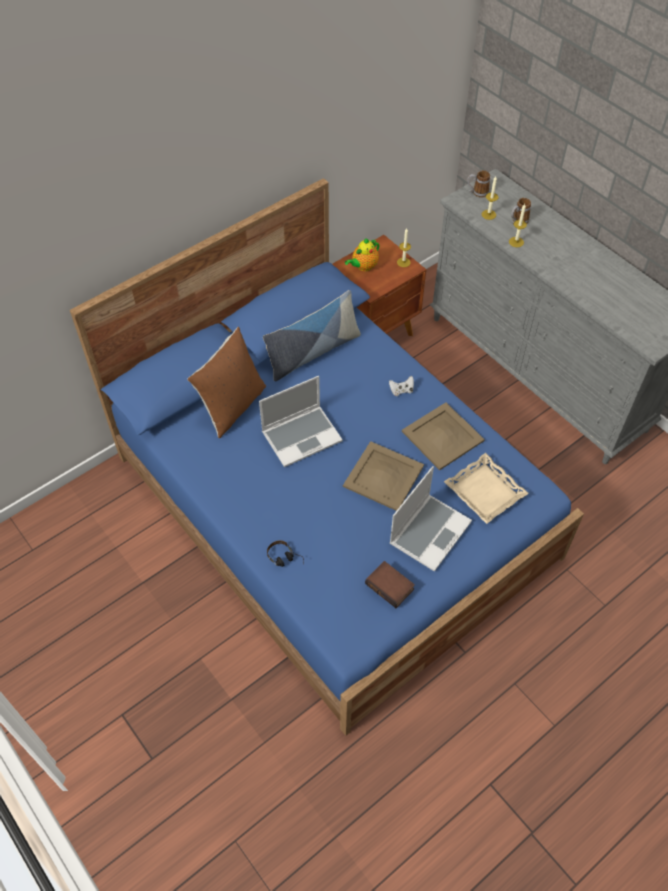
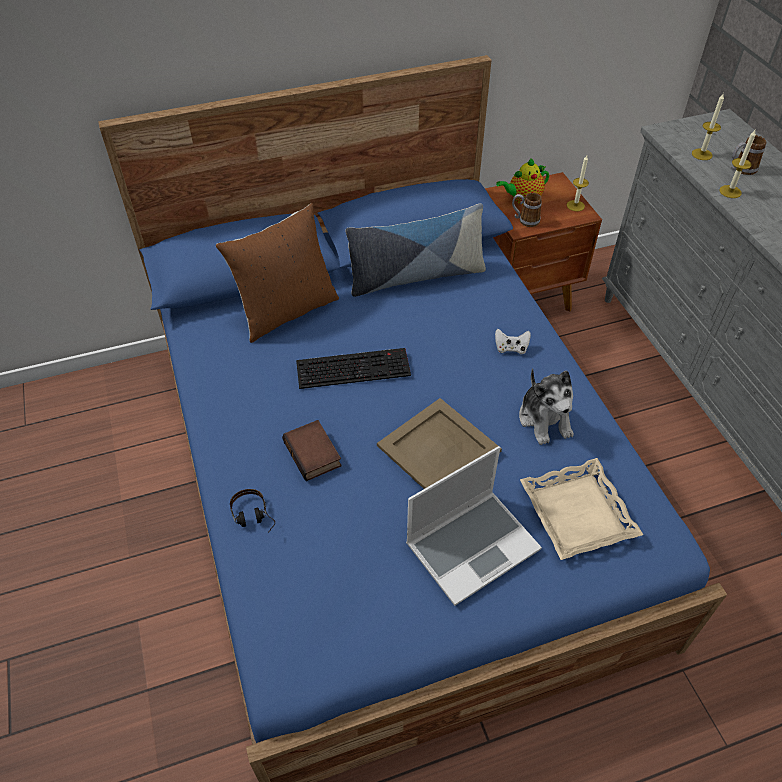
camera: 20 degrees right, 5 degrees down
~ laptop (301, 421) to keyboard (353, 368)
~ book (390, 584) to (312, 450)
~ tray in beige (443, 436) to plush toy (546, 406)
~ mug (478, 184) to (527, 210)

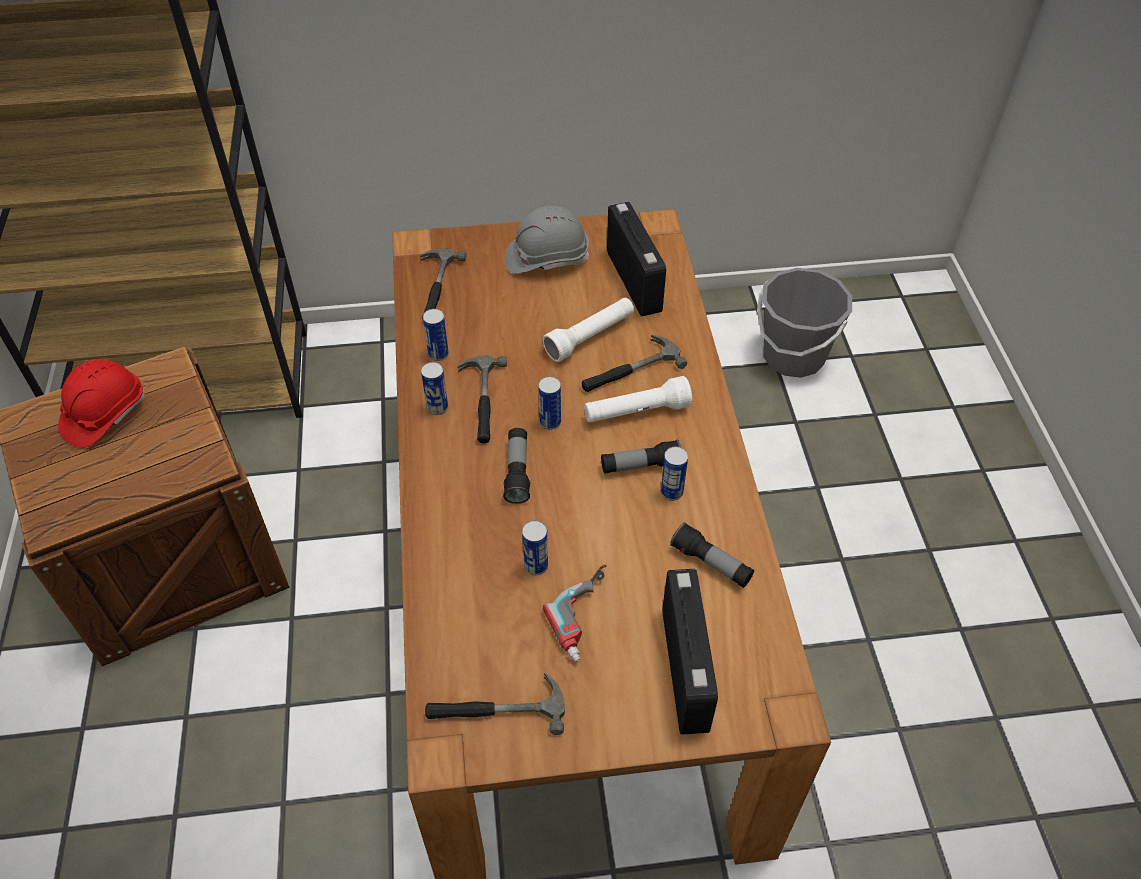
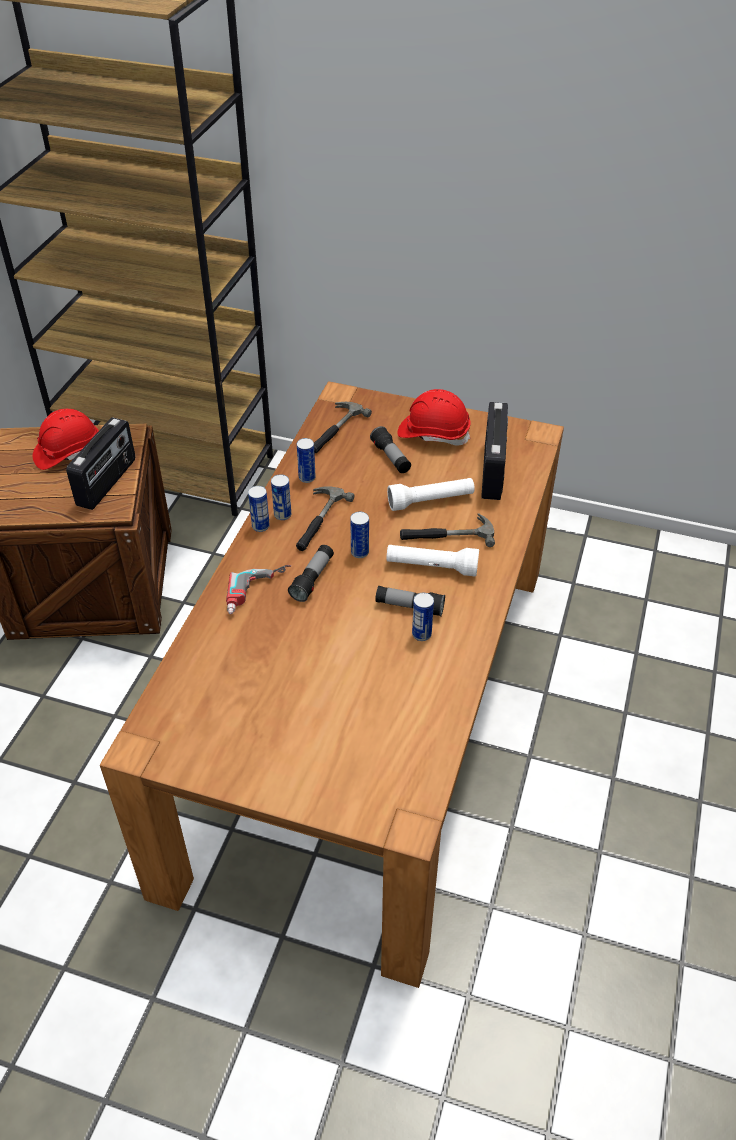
camera: 25 degrees right, 5 degrees down
- hammer (495, 704)
~ hard hat in grey (547, 240) to hard hat in red (434, 417)
~ can (535, 548) to (259, 509)
~ power drill (575, 613) to (258, 589)
~ radio (690, 652) to (100, 463)
~ flashlight (712, 555) to (390, 449)
- bucket in grey (804, 323)

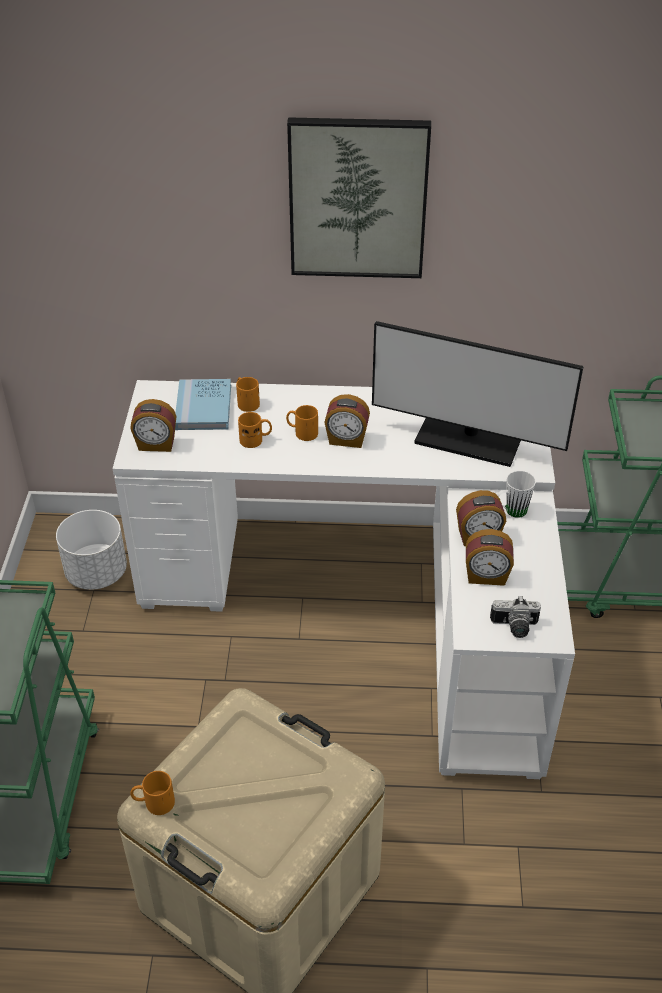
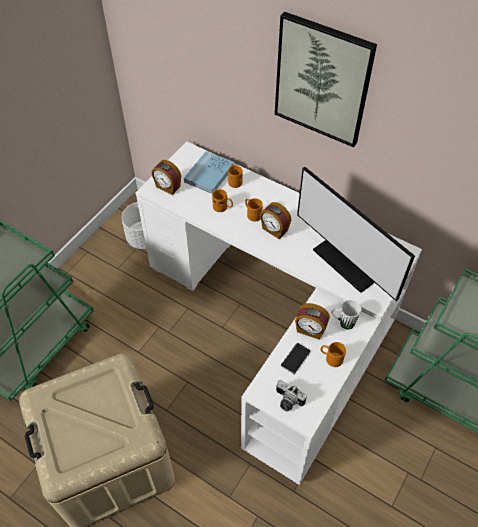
camera: 30 degrees right, 10 degrees up
~ mug in orange (152, 793) to (333, 354)
~ alarm clock (490, 557) to phone (295, 358)

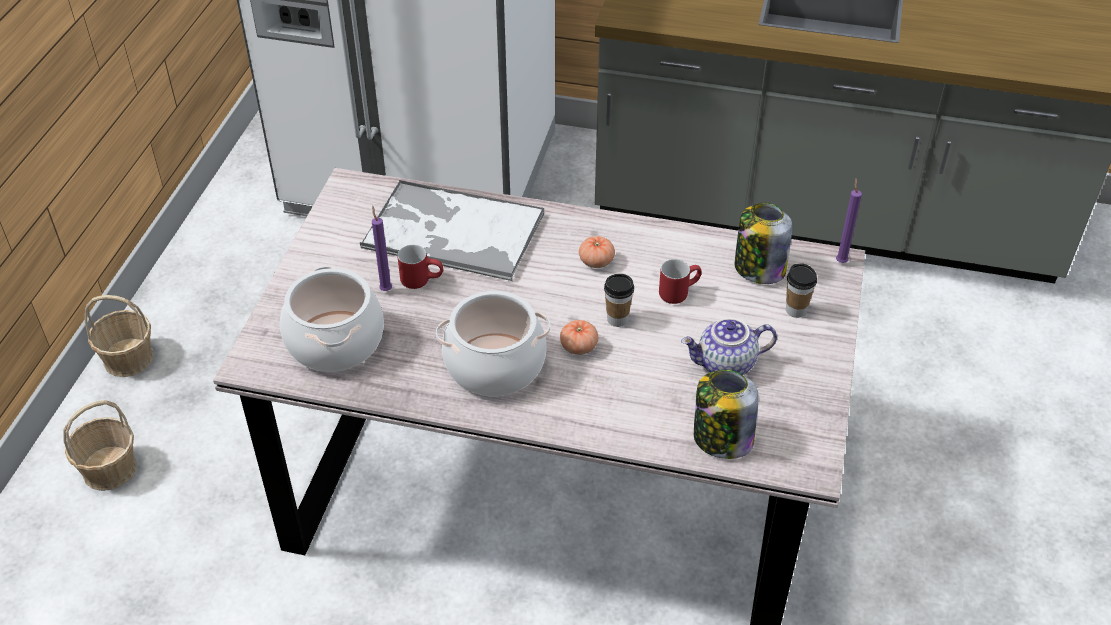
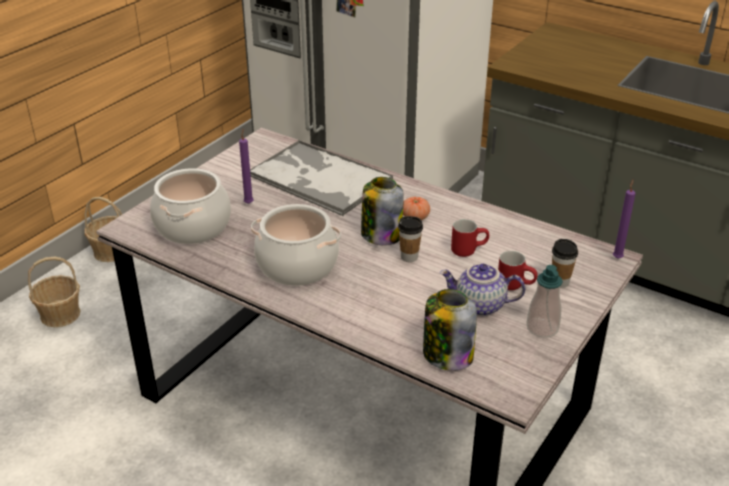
camera: 20 degrees right, 10 degrees down
~ mug in red (420, 267) to (518, 270)
- tomato (579, 337)
~ jar (763, 243) to (382, 211)
+ soap dispenser (544, 301)

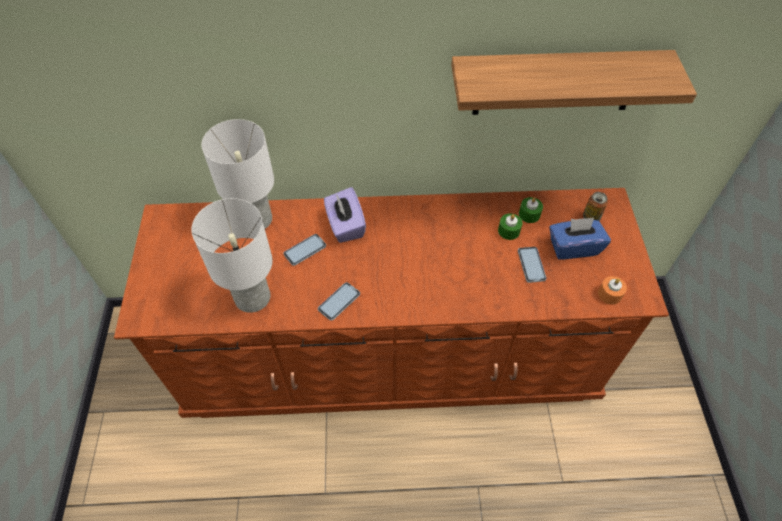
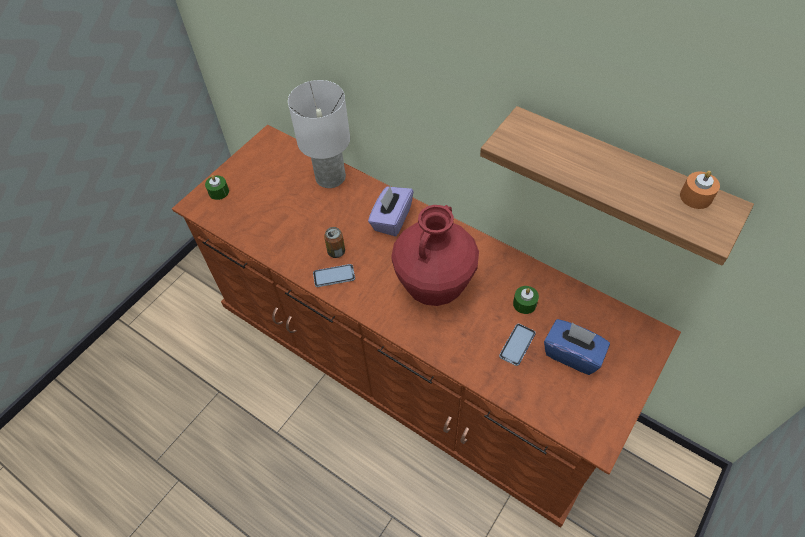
camera: 40 degrees right, 0 degrees up
- table lamp in white (232, 255)
- phone (304, 250)
~ candle in green (531, 210) to (217, 187)
~ can (595, 206) to (334, 242)
~ candle in orange (612, 290) to (700, 190)
+ vase in red (435, 255)

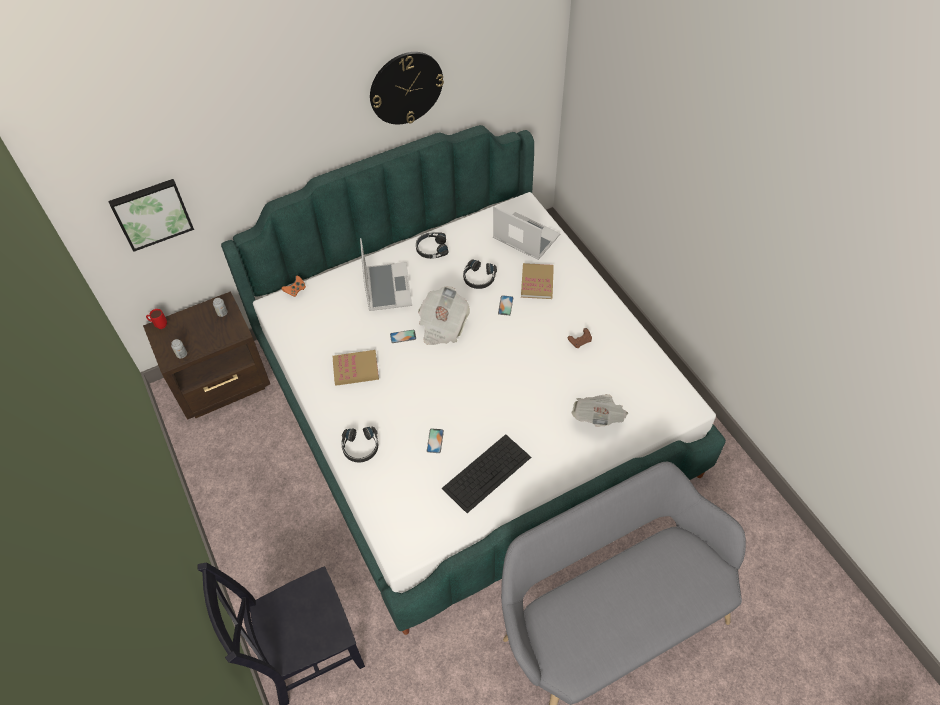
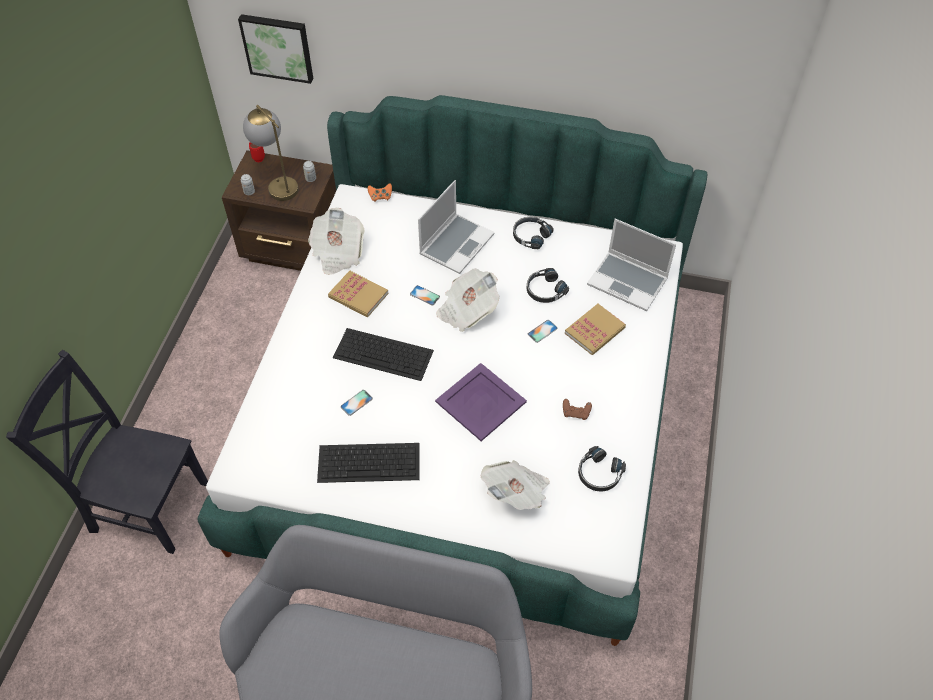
camera: 40 degrees right, 0 degrees up
~ headphones in black (360, 444) to (602, 469)
- wall clock (407, 88)
~ laptop (526, 233) = (631, 265) 135 degrees clockwise
+ table lamp (271, 153)
+ newspaper (336, 241)
+ keyboard (383, 354)
+ tray in purple (481, 402)

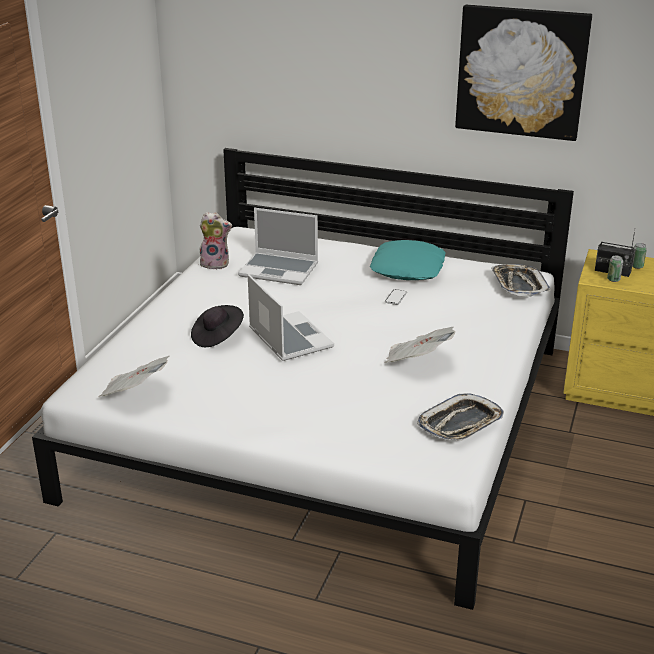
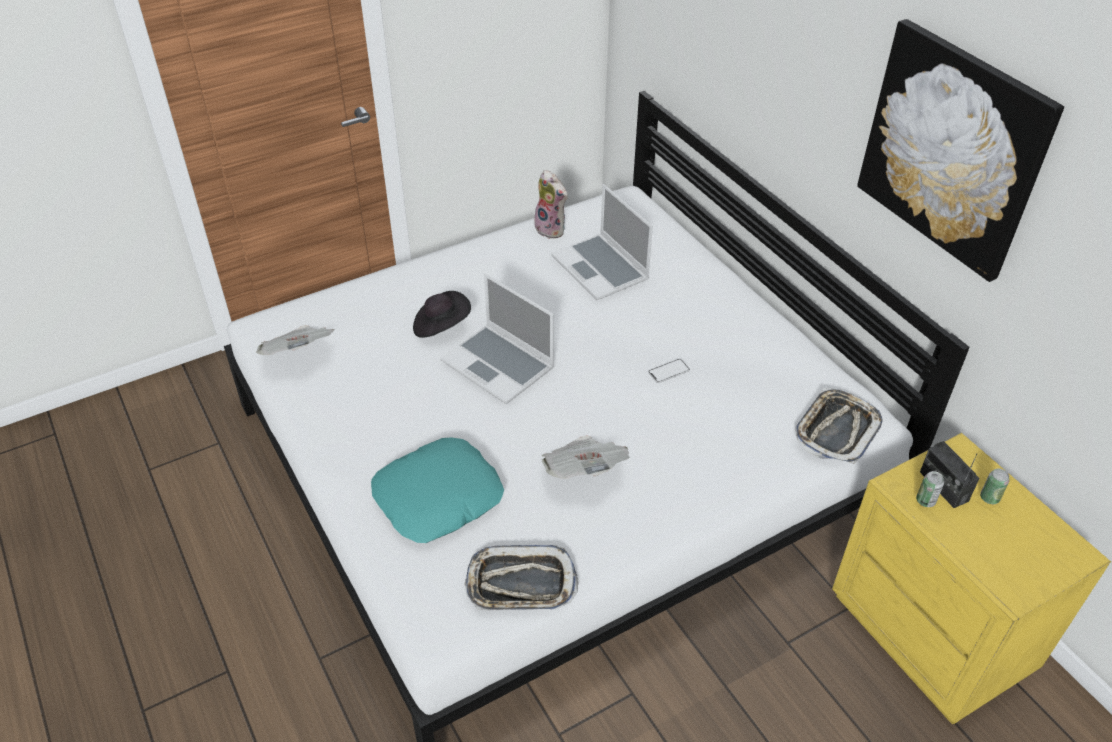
camera: 40 degrees right, 15 degrees up
~ laptop (291, 317) = (497, 338) 120 degrees clockwise
~ pillow in turquoise (408, 260) to (437, 490)

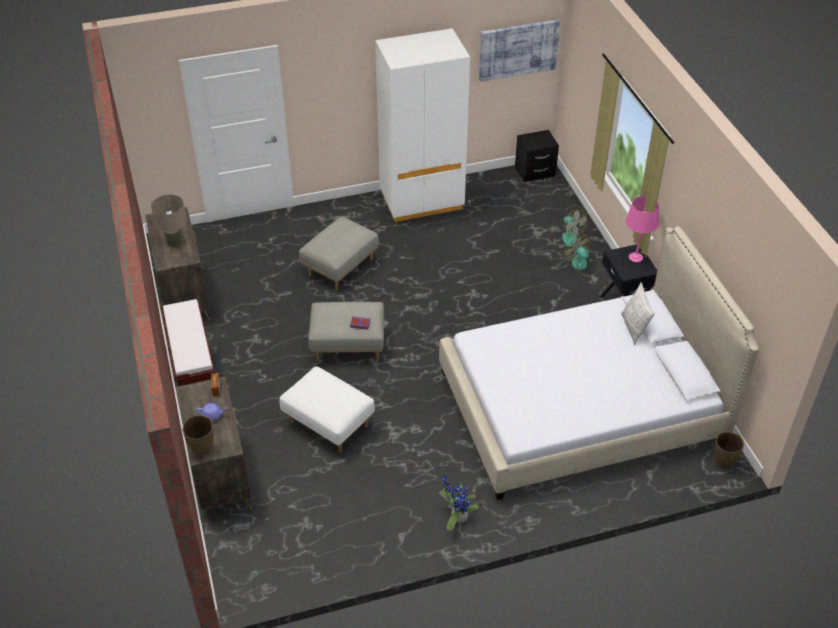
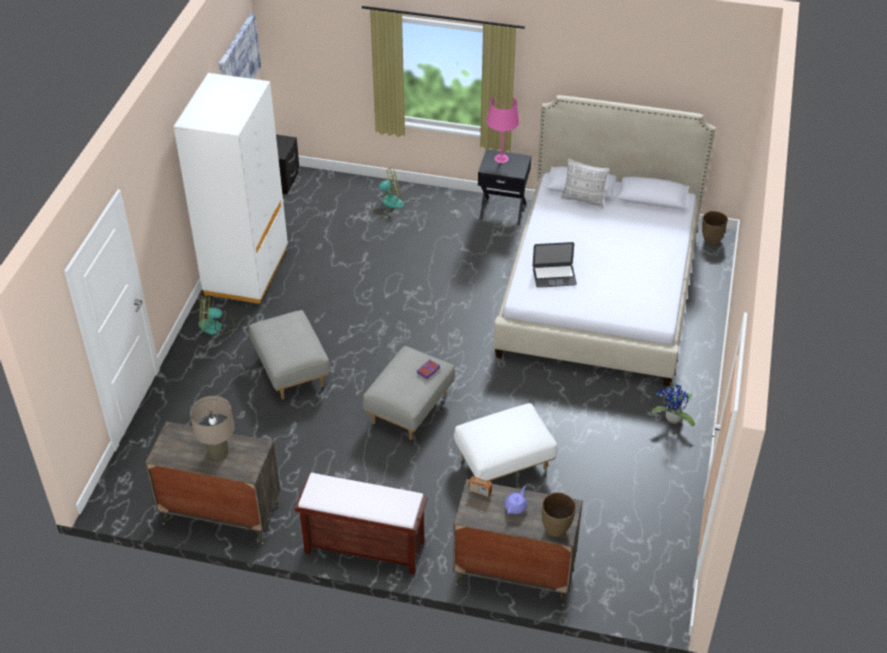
camera: 60 degrees left, 0 degrees up
~ fan (582, 255) to (216, 315)
+ laptop (555, 265)

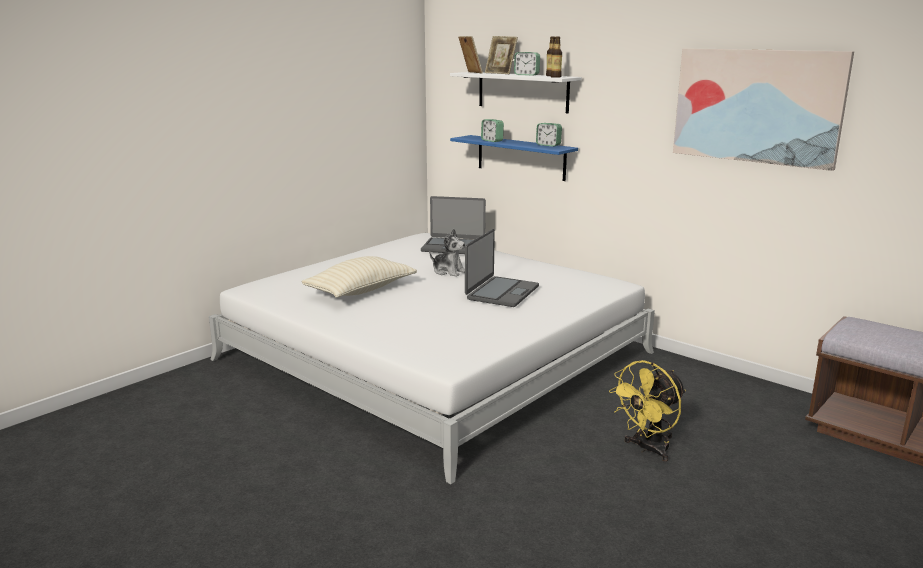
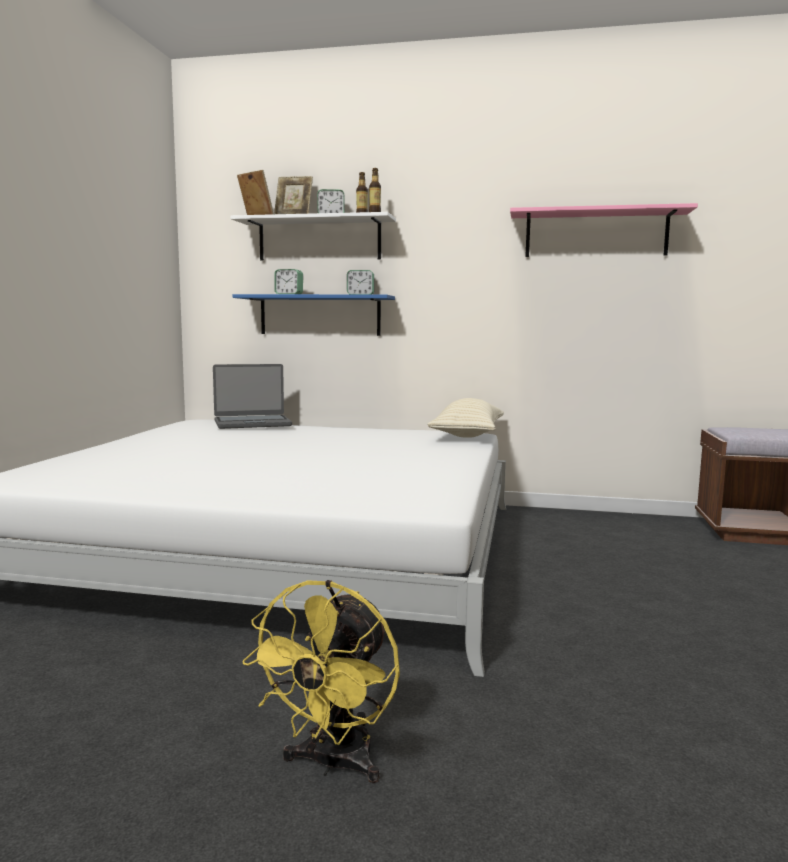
camera: 30 degrees left, 10 degrees down
~ pillow in beige (359, 277) to (465, 418)
- plush toy (447, 253)
- laptop (502, 268)
~ fan in yellow (647, 411) to (321, 682)
~ picture (763, 109) to shelf in pink (604, 230)

